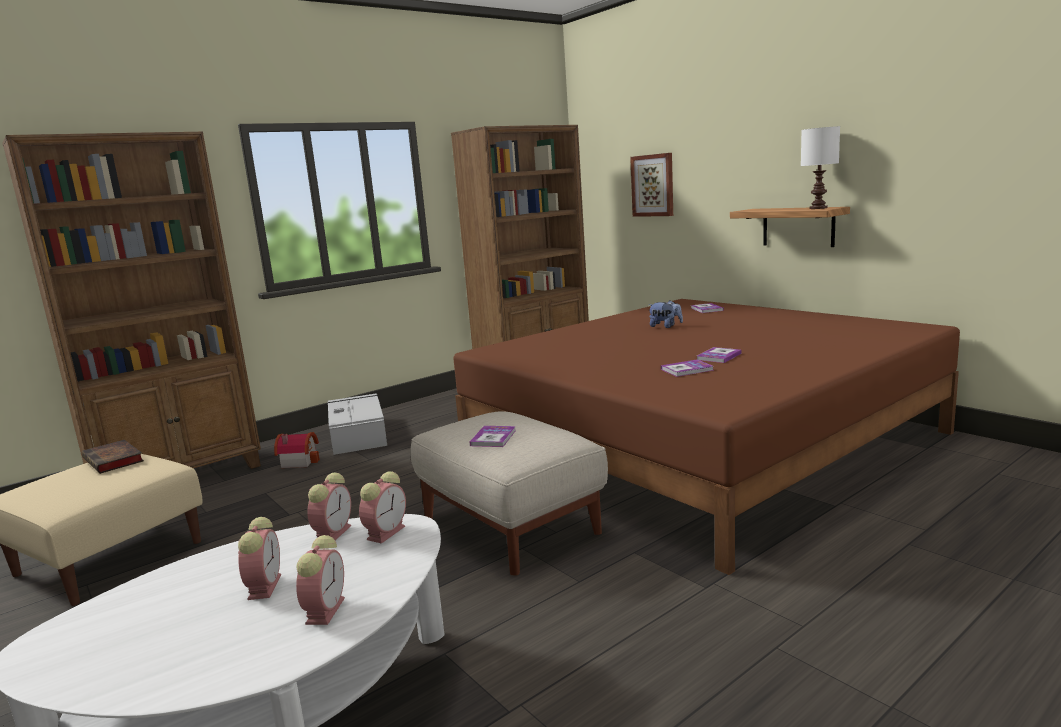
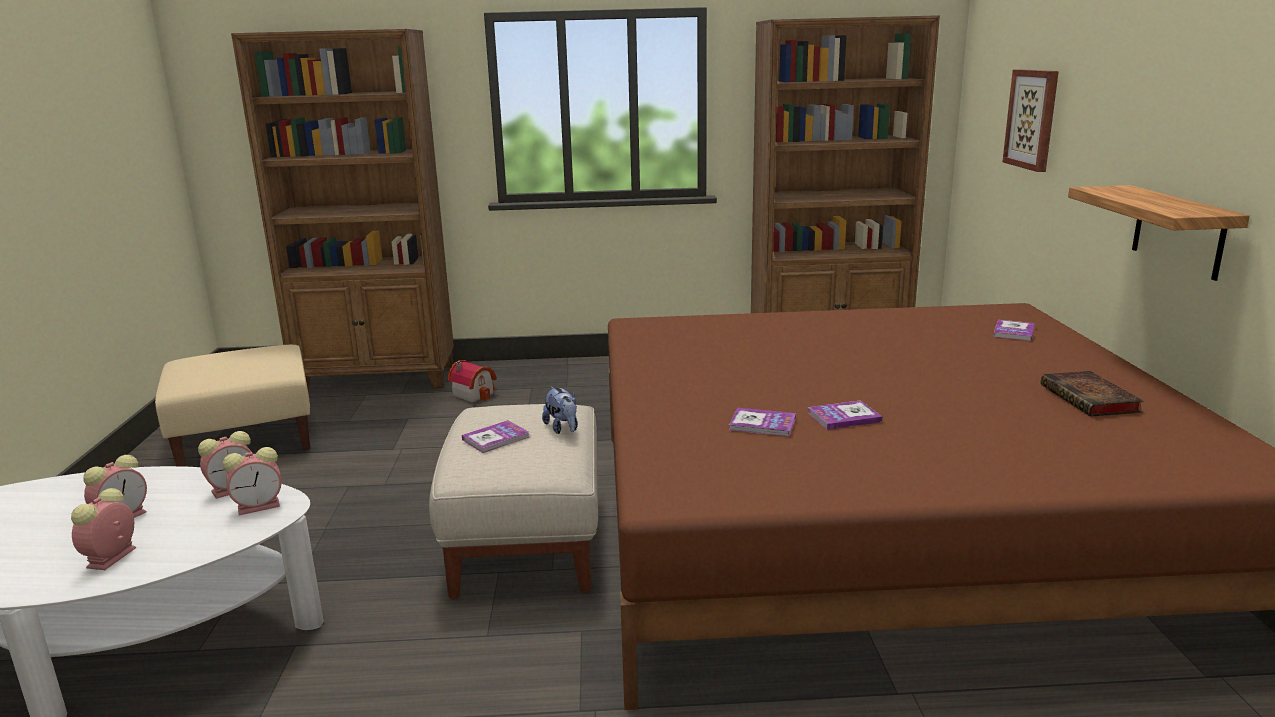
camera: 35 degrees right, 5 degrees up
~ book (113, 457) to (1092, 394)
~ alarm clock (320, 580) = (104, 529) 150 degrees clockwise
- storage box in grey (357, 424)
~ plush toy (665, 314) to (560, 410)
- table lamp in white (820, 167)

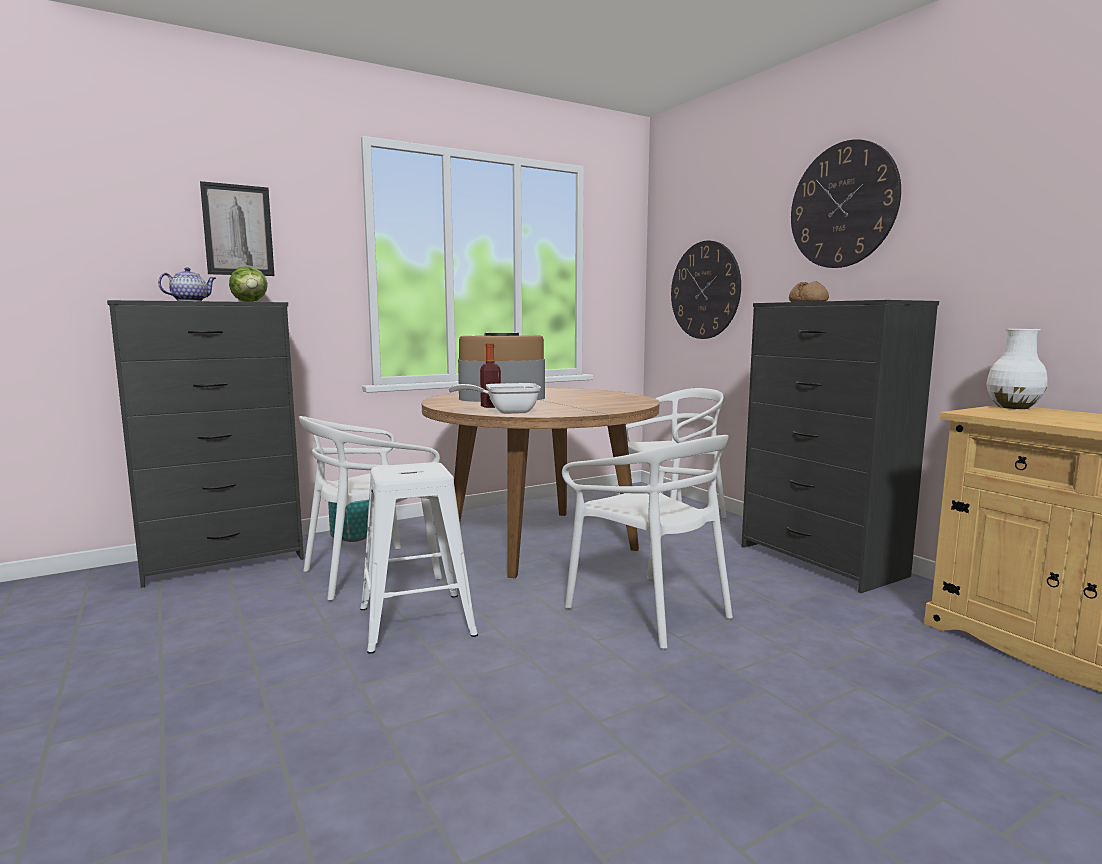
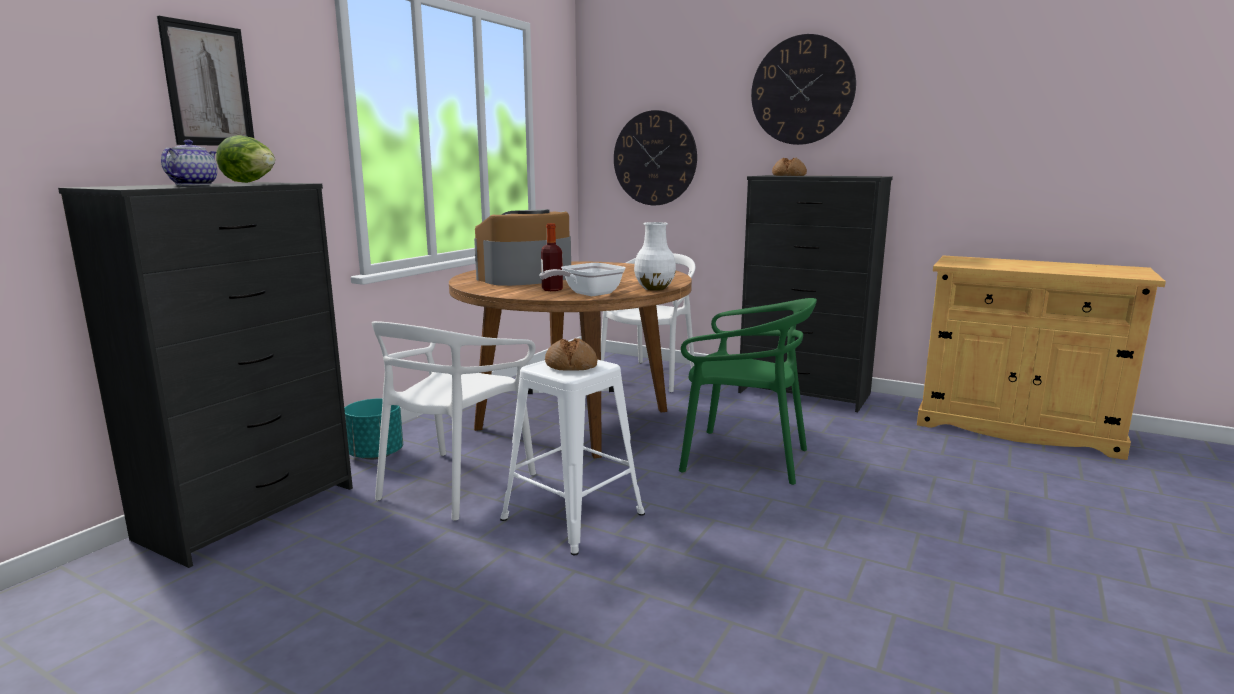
camera: 30 degrees left, 5 degrees up
~ chair in white (647, 542) to chair in green (748, 391)
~ vase in white (1017, 369) to (655, 256)
+ bread (571, 354)

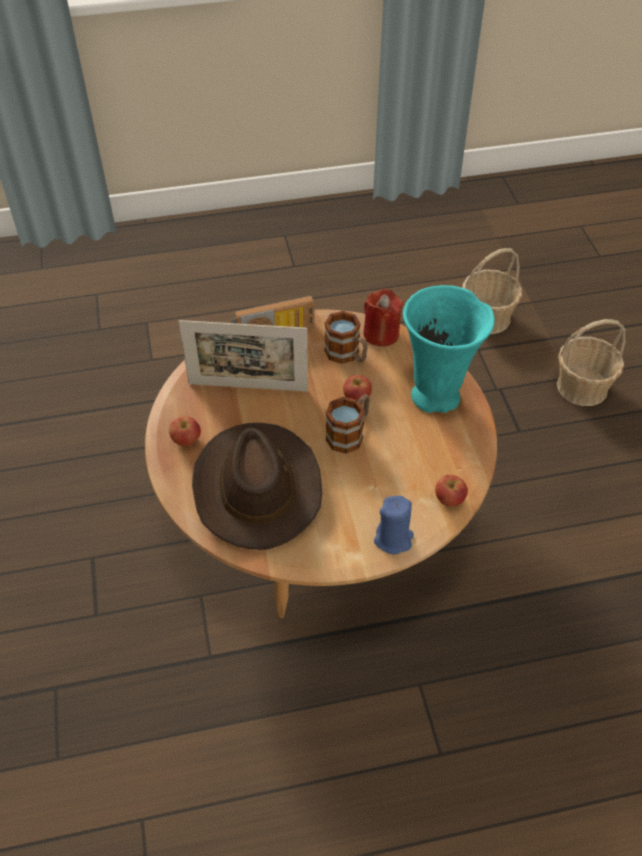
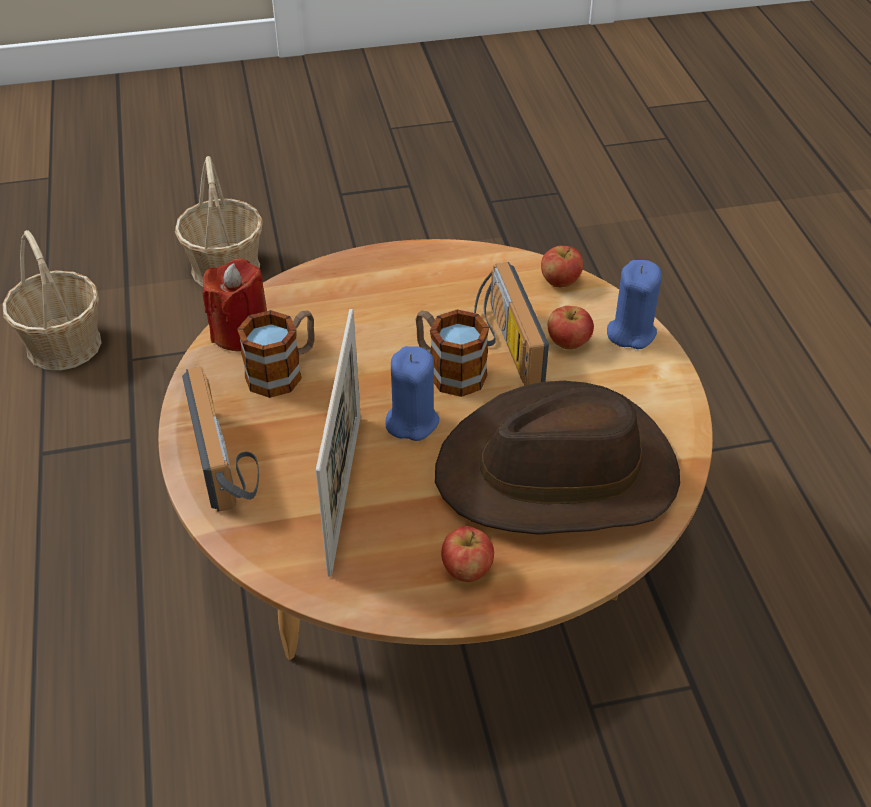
camera: 90 degrees left, 5 degrees down
~ apple (357, 387) to (571, 327)
- vase in turquoise (449, 349)
+ candle in blue (412, 393)
+ radio (511, 324)

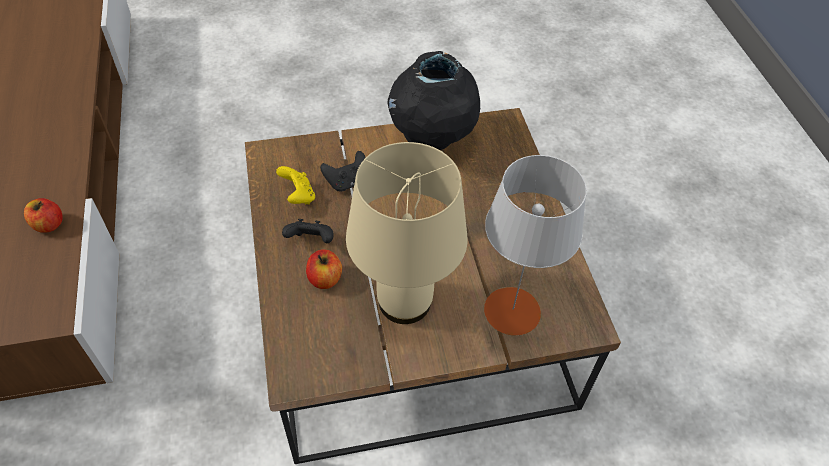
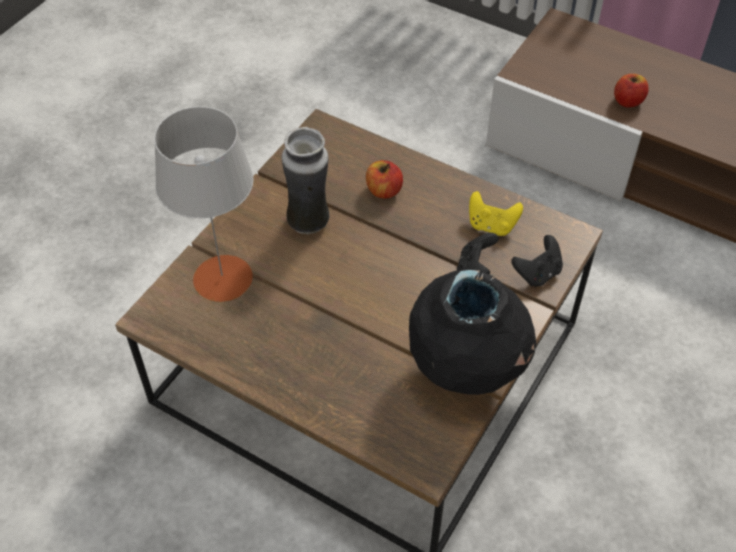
camera: 135 degrees right, 0 degrees up
~ game controller in black (308, 231) to (537, 261)
~ table lamp in beige (407, 233) to vase (306, 180)

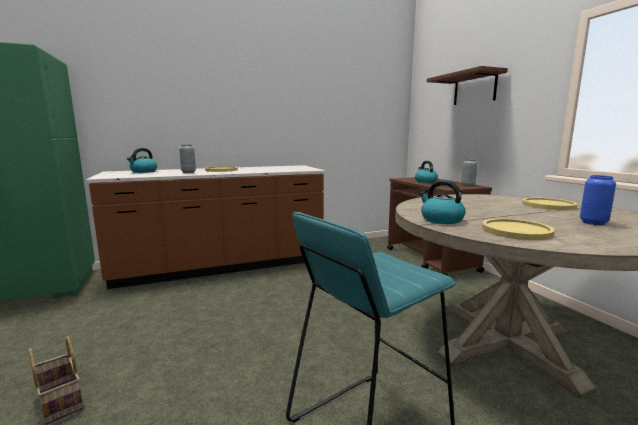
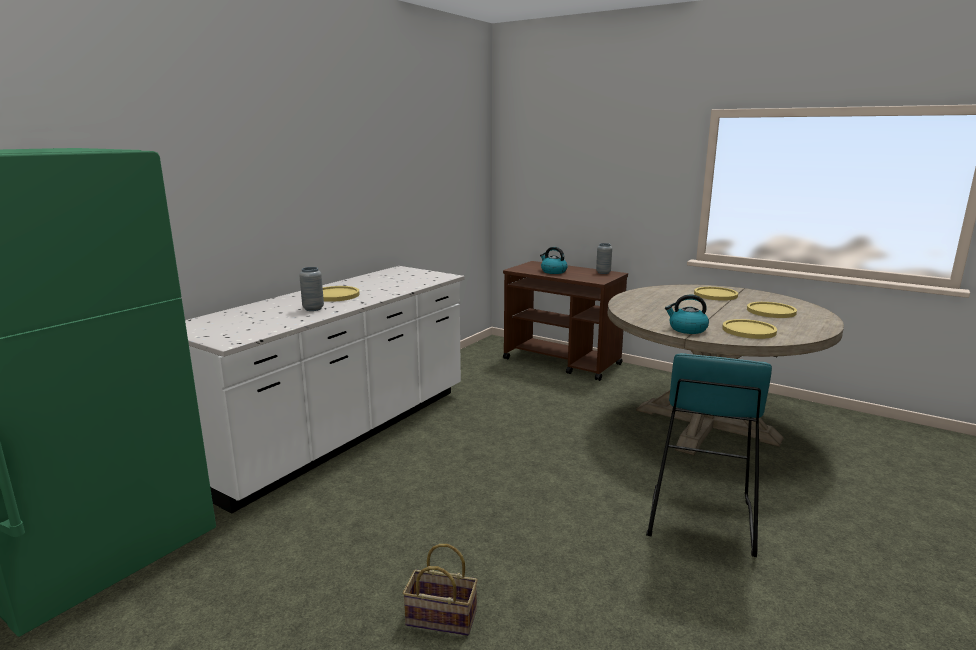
camera: 35 degrees left, 5 degrees up
~ counter in brown (206, 227) to counter in white (325, 390)
- kettle (142, 160)
- shelf (467, 85)
~ vase in blue (598, 200) to plate in yellow (772, 310)

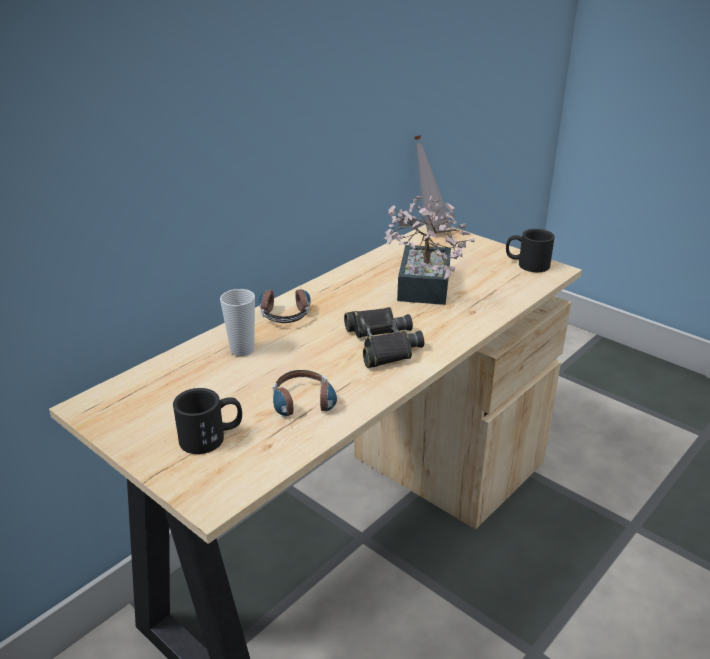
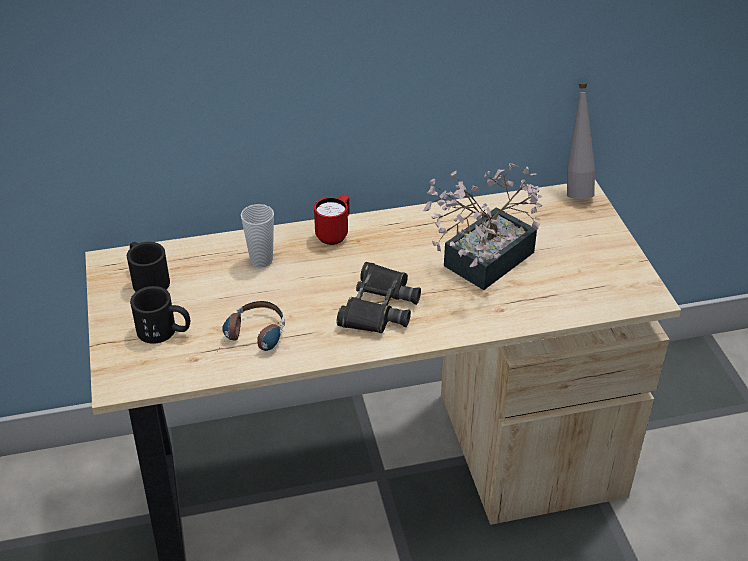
camera: 35 degrees right, 10 degrees up
~ headphones (285, 303) to mug in red (332, 219)
~ mug in black (530, 250) to (148, 267)

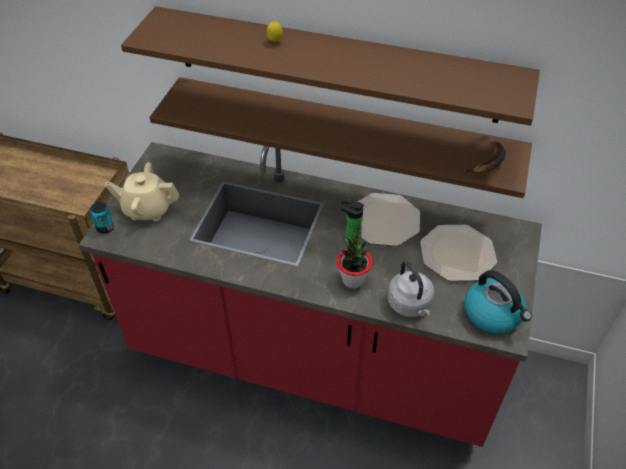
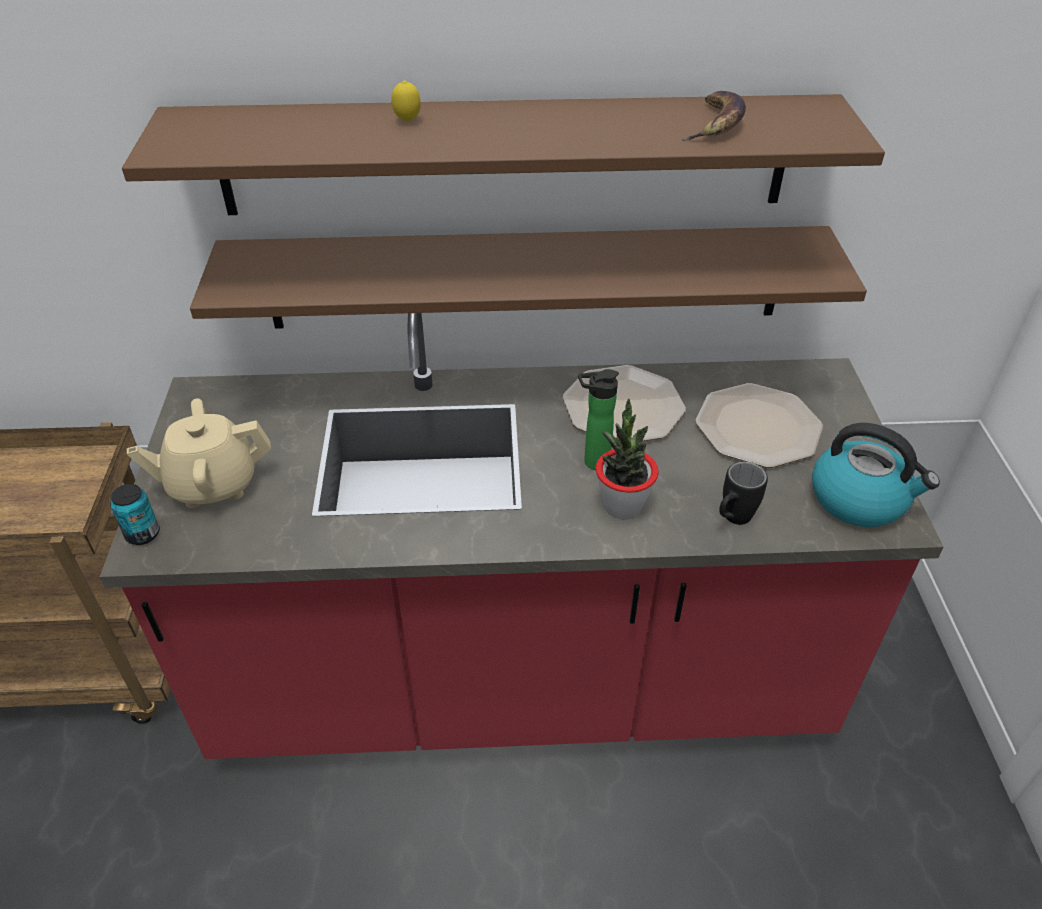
camera: 20 degrees left, 5 degrees down
~ kettle in grey (410, 289) to mug in black (743, 493)
~ banana (483, 157) to (713, 116)

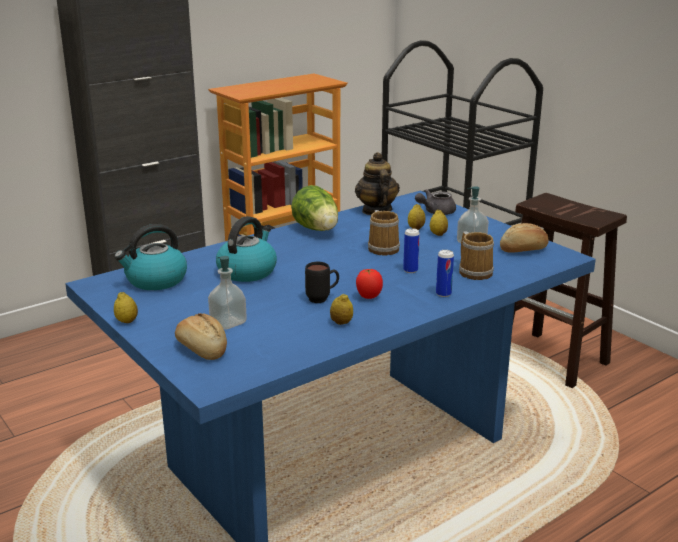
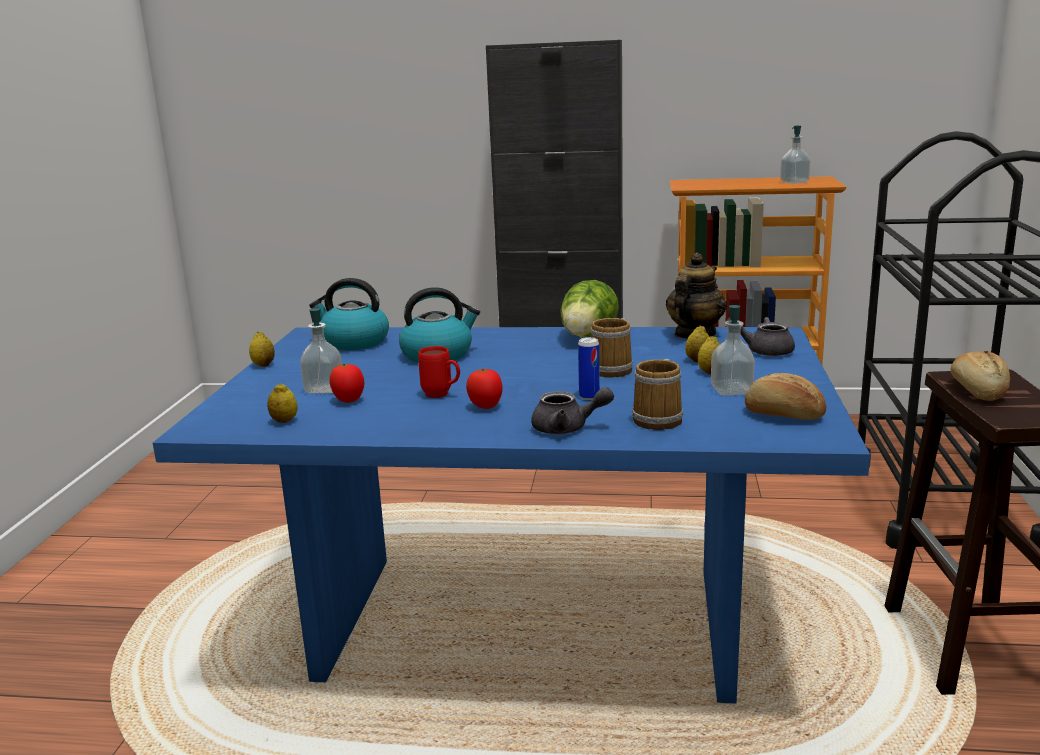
camera: 45 degrees right, 5 degrees down
~ bread (201, 336) to (980, 376)
~ mug in black (322, 282) to mug in red (439, 372)
~ lemon (341, 309) to (282, 403)
~ can (445, 273) to teapot in grey (572, 410)
+ tomato (346, 383)
+ soap dispenser (795, 154)

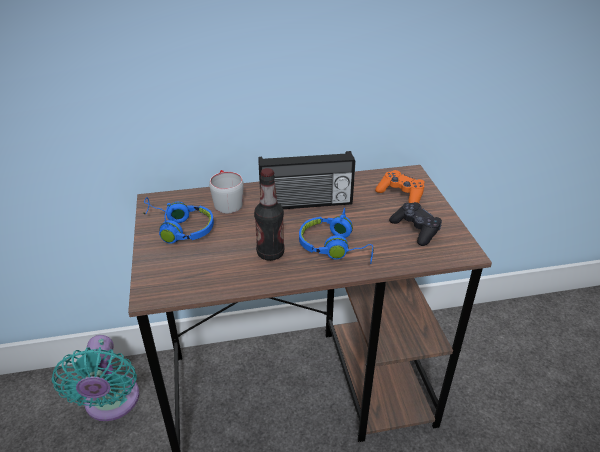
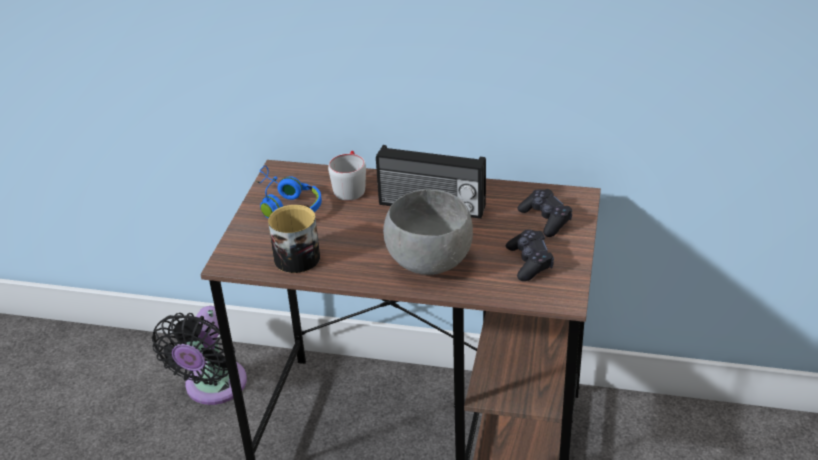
camera: 25 degrees right, 0 degrees up
~ fan in turquoise (95, 378) to fan in black (199, 355)
- bottle (269, 214)
~ headphones in blue (336, 236) to bowl in grey (428, 232)
~ game controller in orange (400, 186) to game controller in black (544, 213)
+ mug (294, 239)

